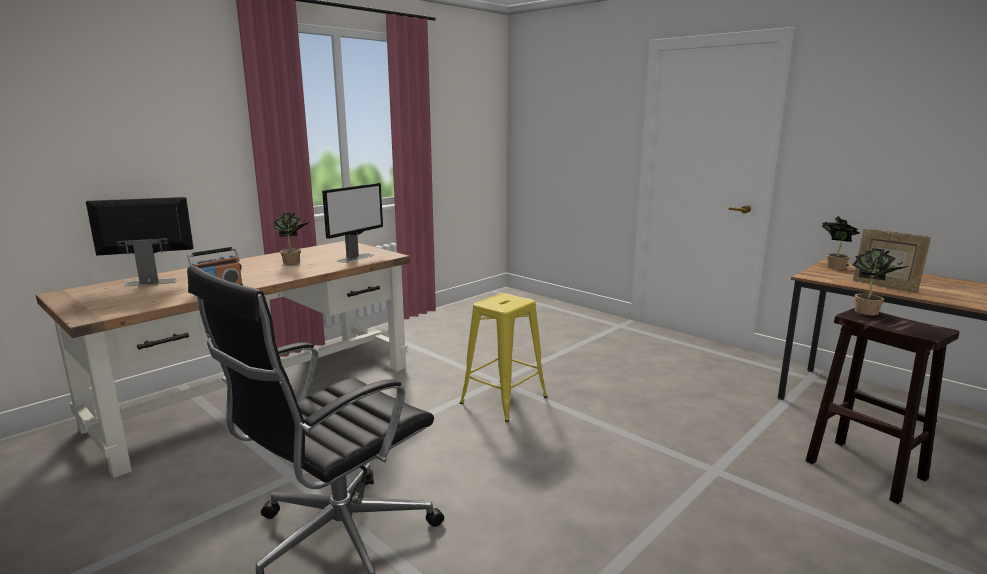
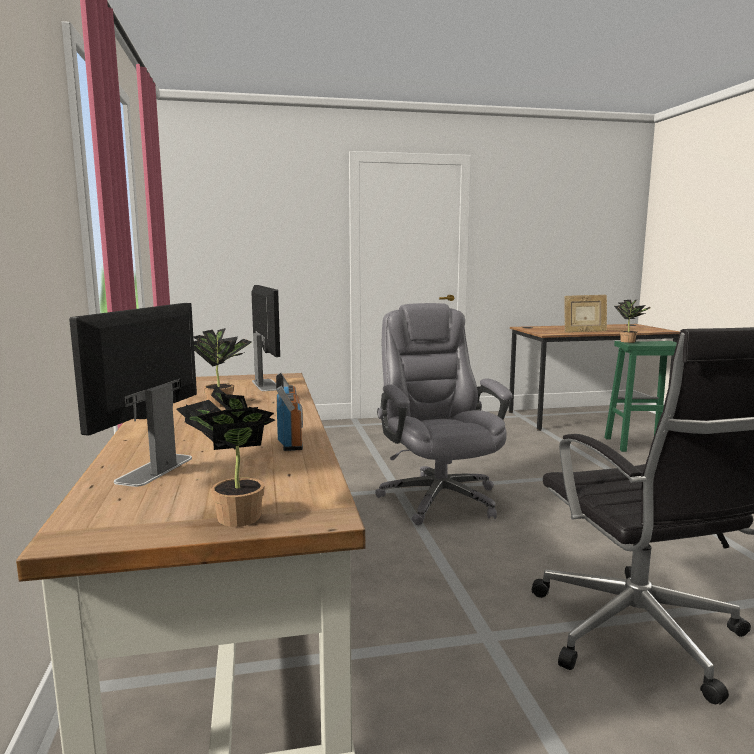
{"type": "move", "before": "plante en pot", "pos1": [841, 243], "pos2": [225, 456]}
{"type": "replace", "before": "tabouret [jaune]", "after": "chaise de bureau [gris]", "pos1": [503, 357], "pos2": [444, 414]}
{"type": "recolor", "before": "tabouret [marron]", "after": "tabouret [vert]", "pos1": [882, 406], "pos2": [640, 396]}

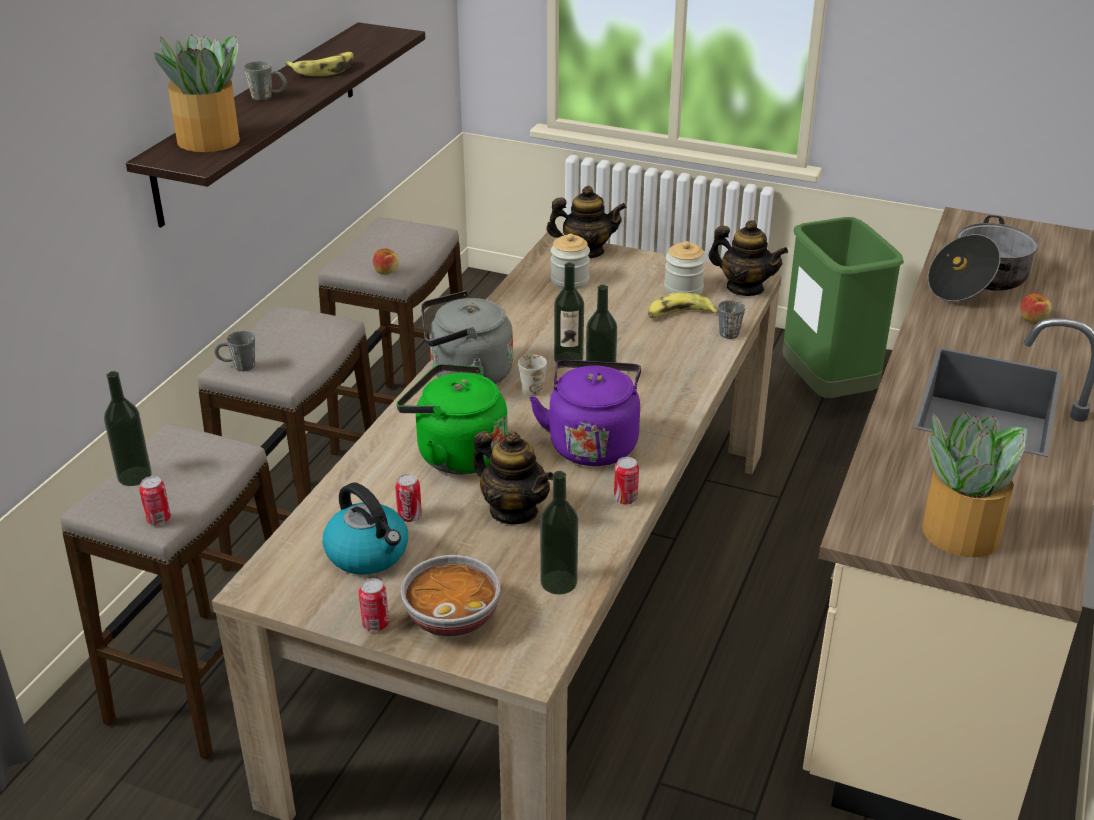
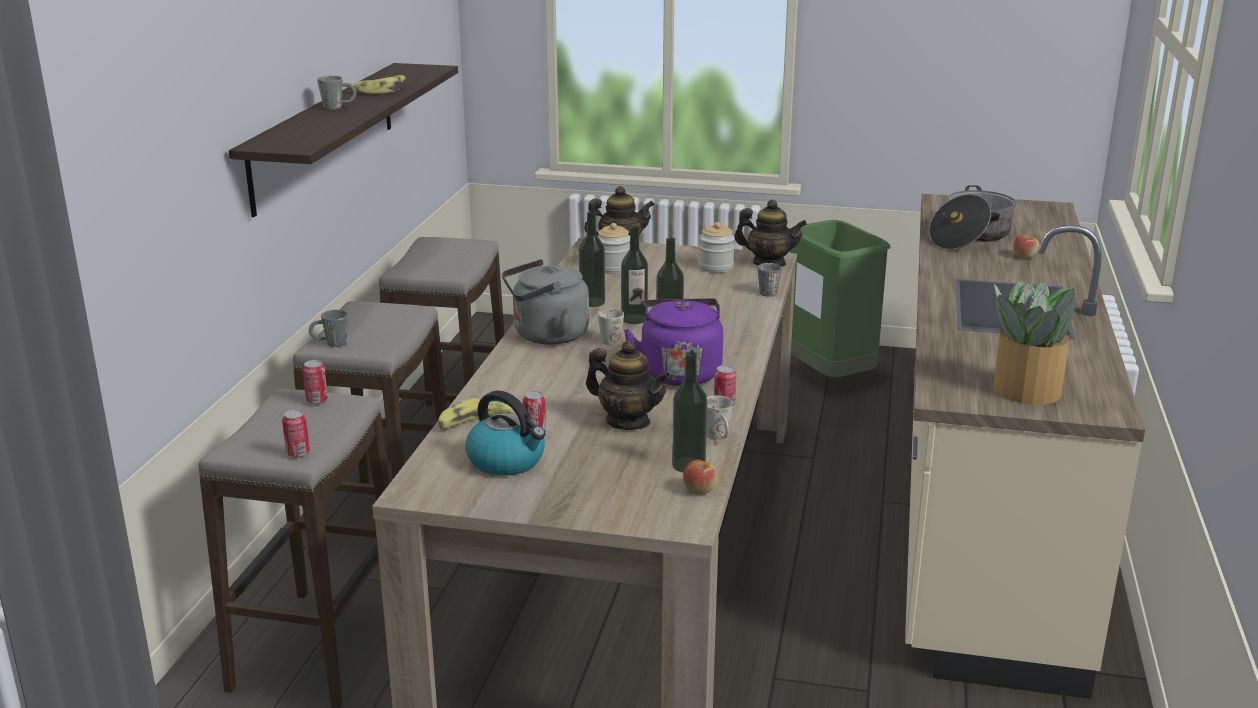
{"type": "delete", "before": "plante en pot", "pos1": [197, 93]}
{"type": "delete", "before": "bouilloire [vert]", "pos1": [452, 419]}
{"type": "delete", "before": "bol", "pos1": [451, 596]}
{"type": "insert", "after": "mug [blanc]", "pos2": [719, 417]}
{"type": "move", "before": "bouteille", "pos1": [128, 428], "pos2": [592, 259]}
{"type": "move", "before": "boîte métallique", "pos1": [374, 604], "pos2": [315, 382]}
{"type": "move", "before": "pomme", "pos1": [386, 262], "pos2": [700, 477]}
{"type": "move", "before": "banane", "pos1": [683, 305], "pos2": [477, 413]}

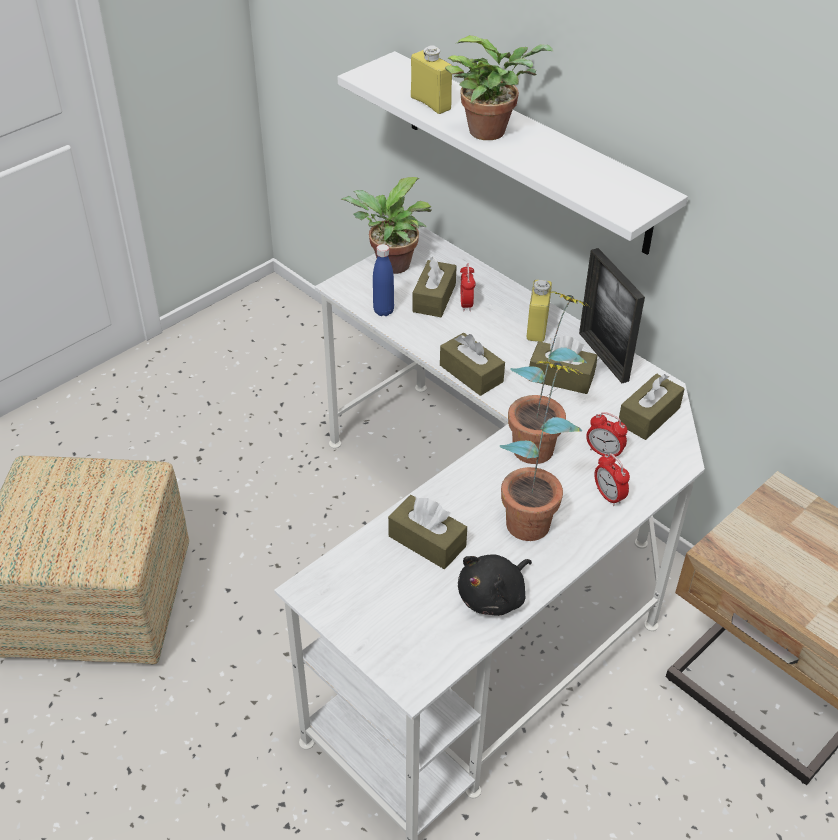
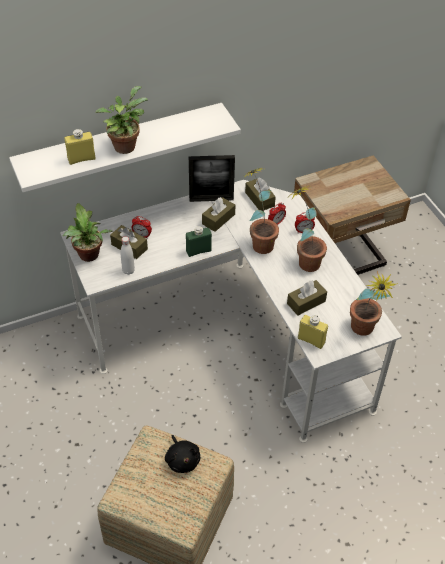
{"type": "insert", "after": "plante en pot", "pos2": [374, 303]}
{"type": "move", "before": "peluche [noir]", "pos1": [495, 585], "pos2": [182, 454]}
{"type": "move", "before": "bouteille [jaune]", "pos1": [539, 311], "pos2": [313, 332]}
{"type": "replace", "before": "boîte à mouchoirs [marron]", "after": "bouteille [vert]", "pos1": [472, 364], "pos2": [199, 241]}
{"type": "recolor", "before": "bouteille [bleu]", "after": "bouteille [blanc]", "pos1": [383, 280], "pos2": [128, 255]}

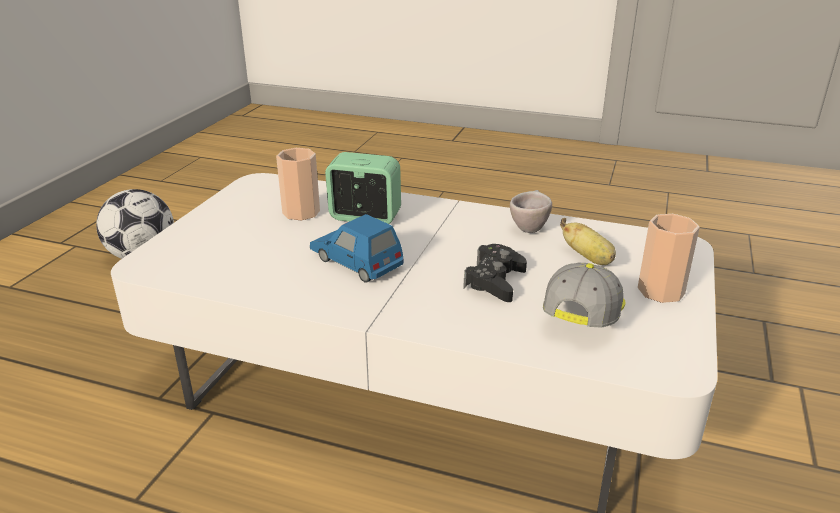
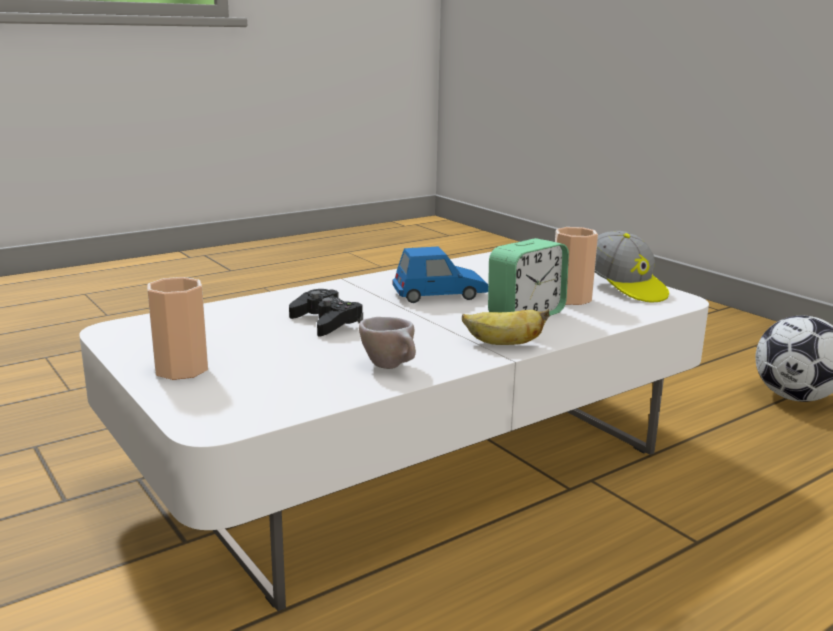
{"type": "move", "before": "casquette", "pos1": [584, 295], "pos2": [632, 267]}
{"type": "move", "before": "banane", "pos1": [588, 241], "pos2": [506, 327]}

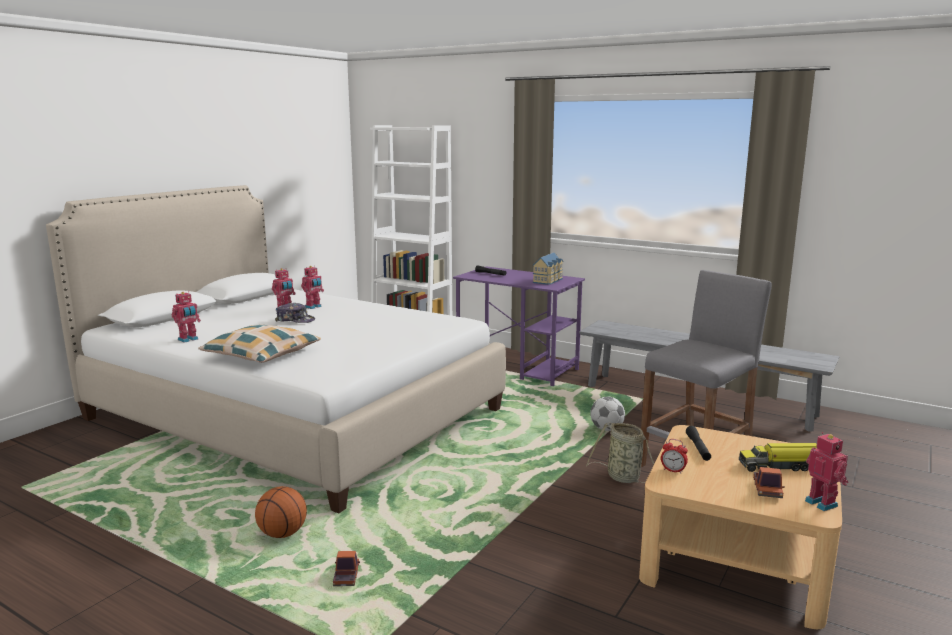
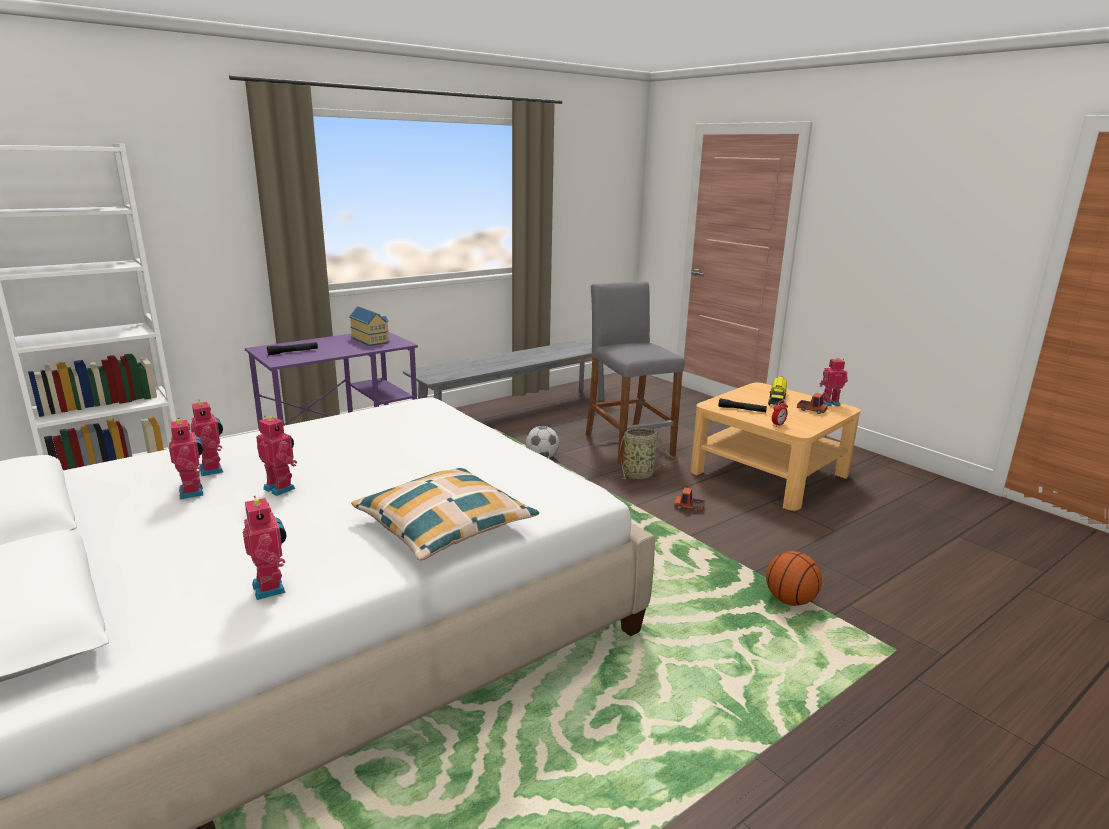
{"type": "move", "before": "ballon de basket", "pos1": [281, 512], "pos2": [794, 578]}
{"type": "move", "before": "camion jouet", "pos1": [346, 568], "pos2": [689, 499]}
{"type": "replace", "before": "casquette", "after": "robot jouet", "pos1": [295, 313], "pos2": [276, 456]}

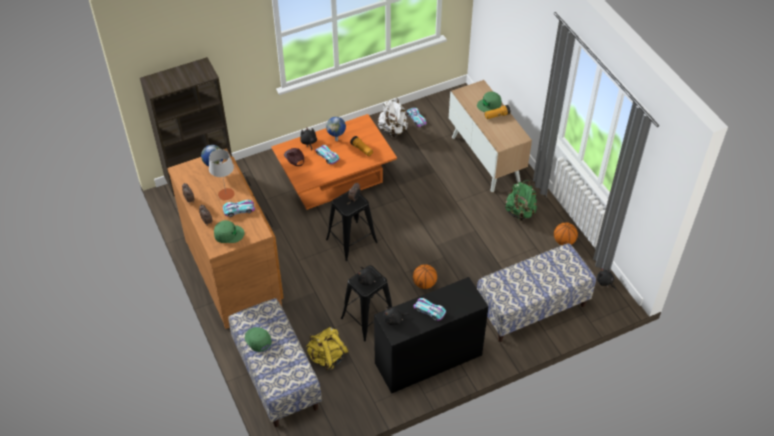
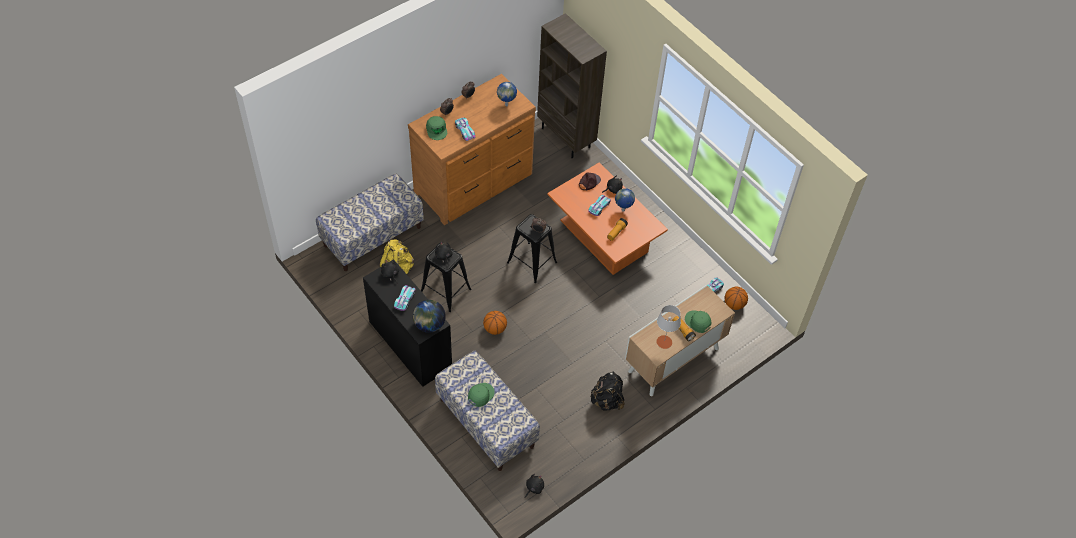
{"type": "delete", "before": "sac à dos [blanc]", "pos1": [393, 118]}
{"type": "insert", "after": "globe", "pos2": [429, 316]}
{"type": "move", "before": "lampe de table [gris]", "pos1": [222, 175], "pos2": [668, 327]}
{"type": "move", "before": "casquette [vert]", "pos1": [258, 339], "pos2": [481, 395]}
{"type": "move", "before": "ballon de basket", "pos1": [566, 233], "pos2": [736, 298]}
{"type": "recolor", "before": "sac à dos [vert]", "after": "sac à dos [noir]", "pos1": [521, 200], "pos2": [607, 391]}

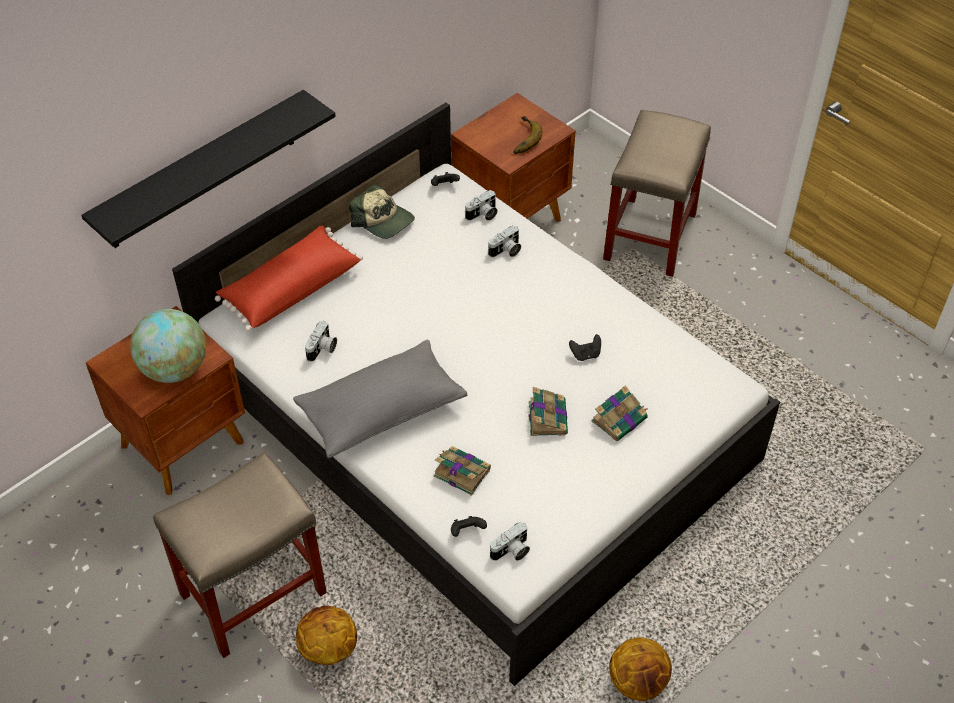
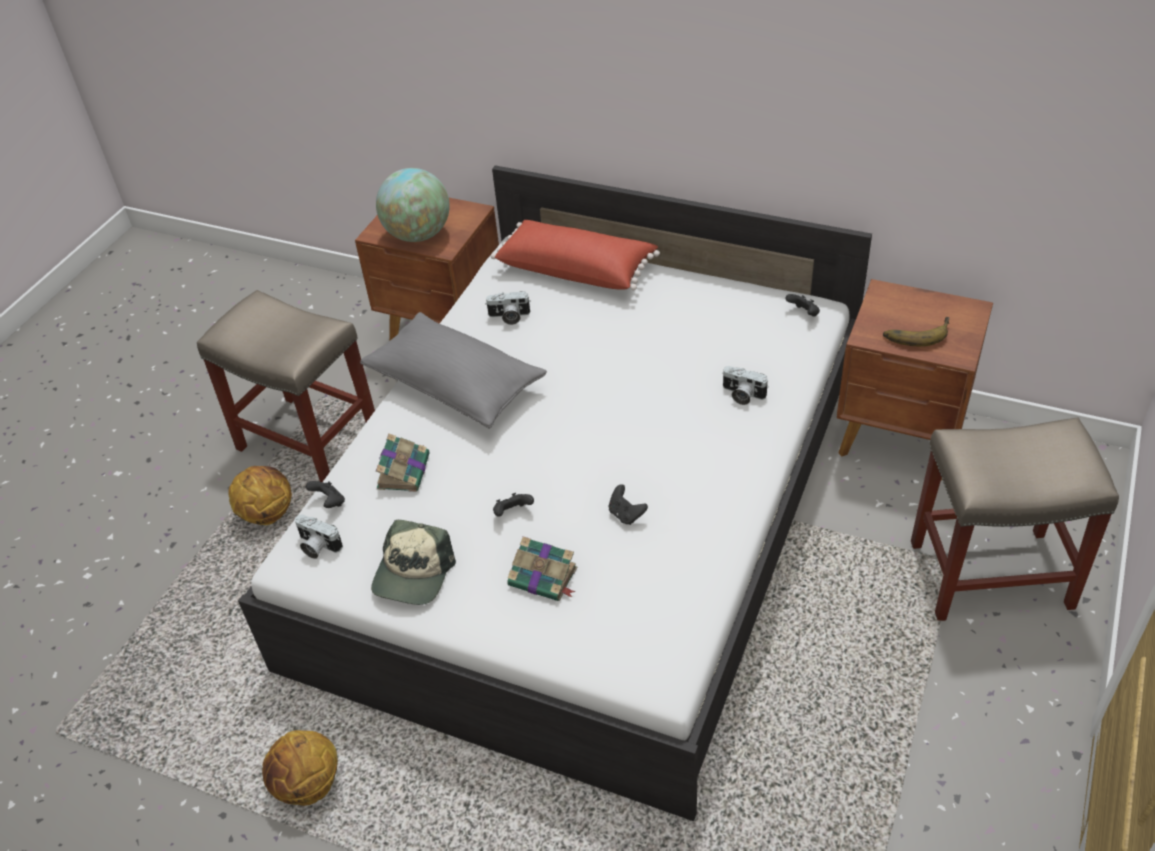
{"type": "delete", "before": "étagère [noir]", "pos1": [208, 169]}
{"type": "delete", "before": "appareil photo", "pos1": [481, 205]}
{"type": "move", "before": "casquette", "pos1": [382, 211], "pos2": [413, 562]}
{"type": "replace", "before": "livre", "after": "manette [noir]", "pos1": [548, 411], "pos2": [513, 505]}

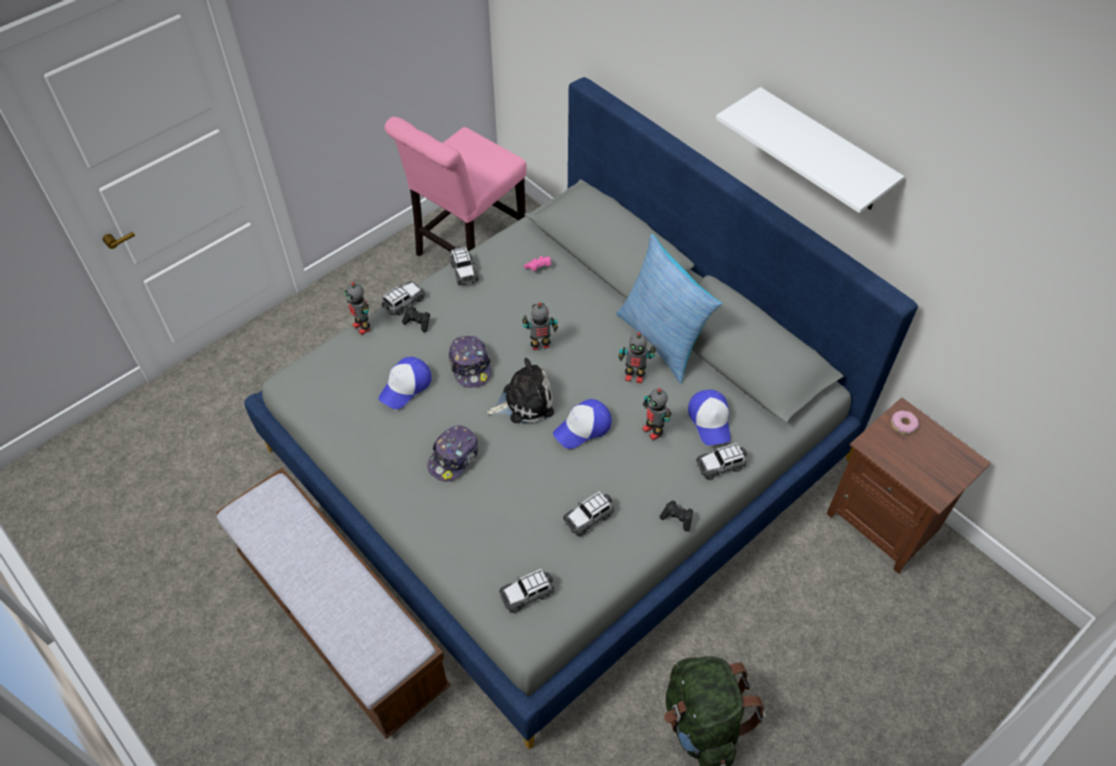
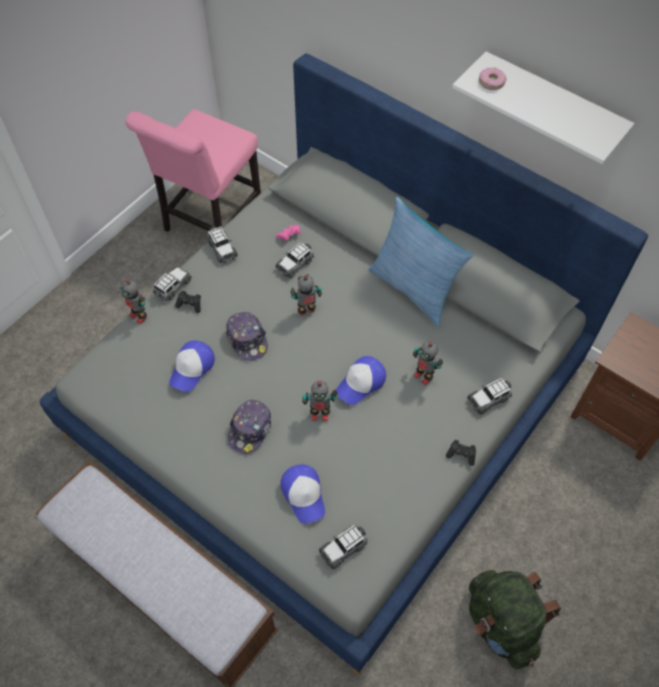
{"type": "delete", "before": "peluche", "pos1": [520, 390]}
{"type": "move", "before": "petite voiture", "pos1": [588, 513], "pos2": [295, 260]}
{"type": "move", "before": "robot jouet", "pos1": [637, 357], "pos2": [320, 401]}
{"type": "move", "before": "casquette", "pos1": [709, 418], "pos2": [302, 494]}
{"type": "move", "before": "beignet", "pos1": [905, 422], "pos2": [493, 79]}

